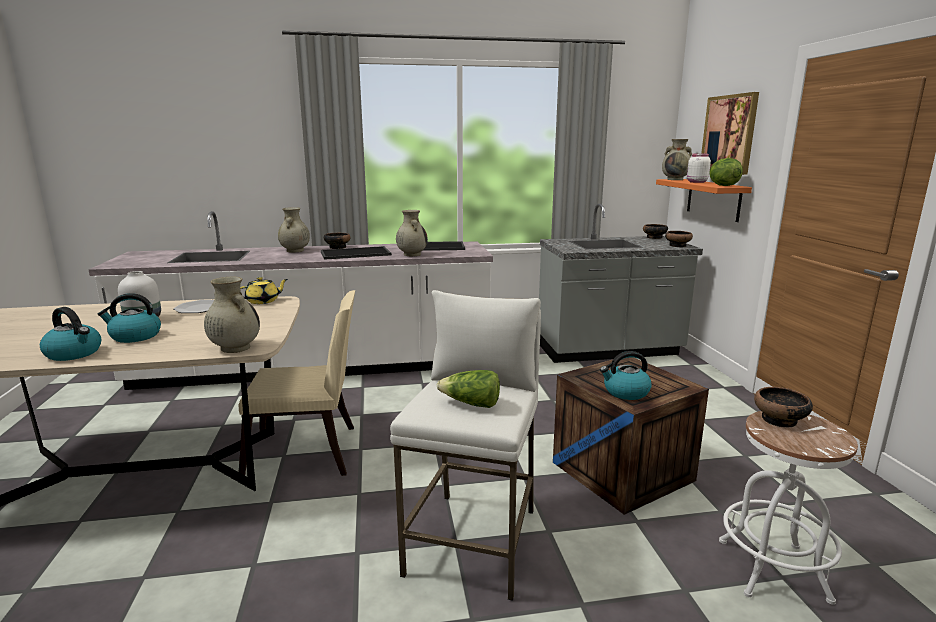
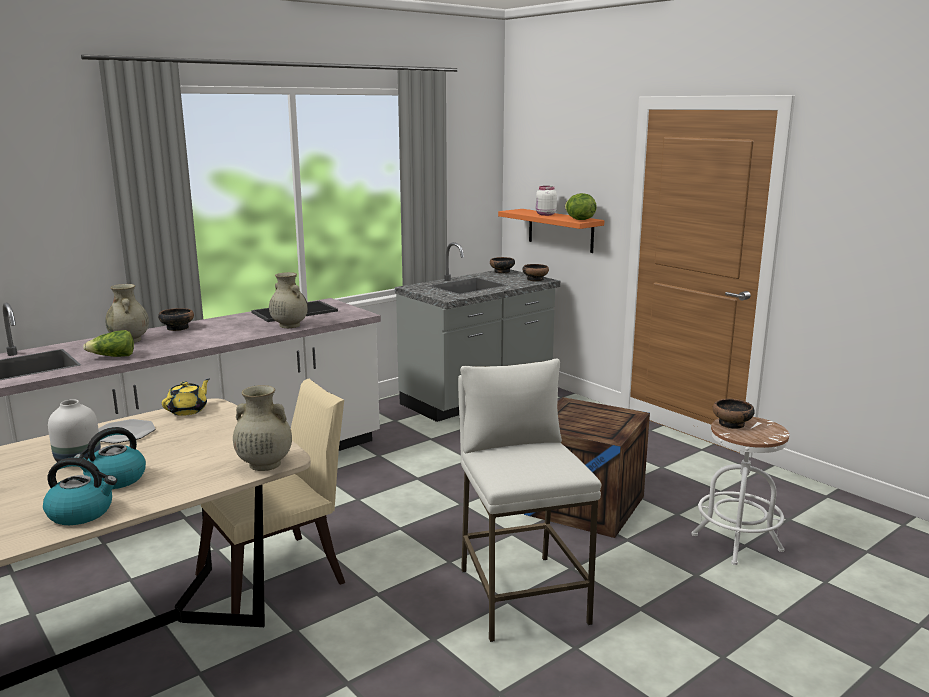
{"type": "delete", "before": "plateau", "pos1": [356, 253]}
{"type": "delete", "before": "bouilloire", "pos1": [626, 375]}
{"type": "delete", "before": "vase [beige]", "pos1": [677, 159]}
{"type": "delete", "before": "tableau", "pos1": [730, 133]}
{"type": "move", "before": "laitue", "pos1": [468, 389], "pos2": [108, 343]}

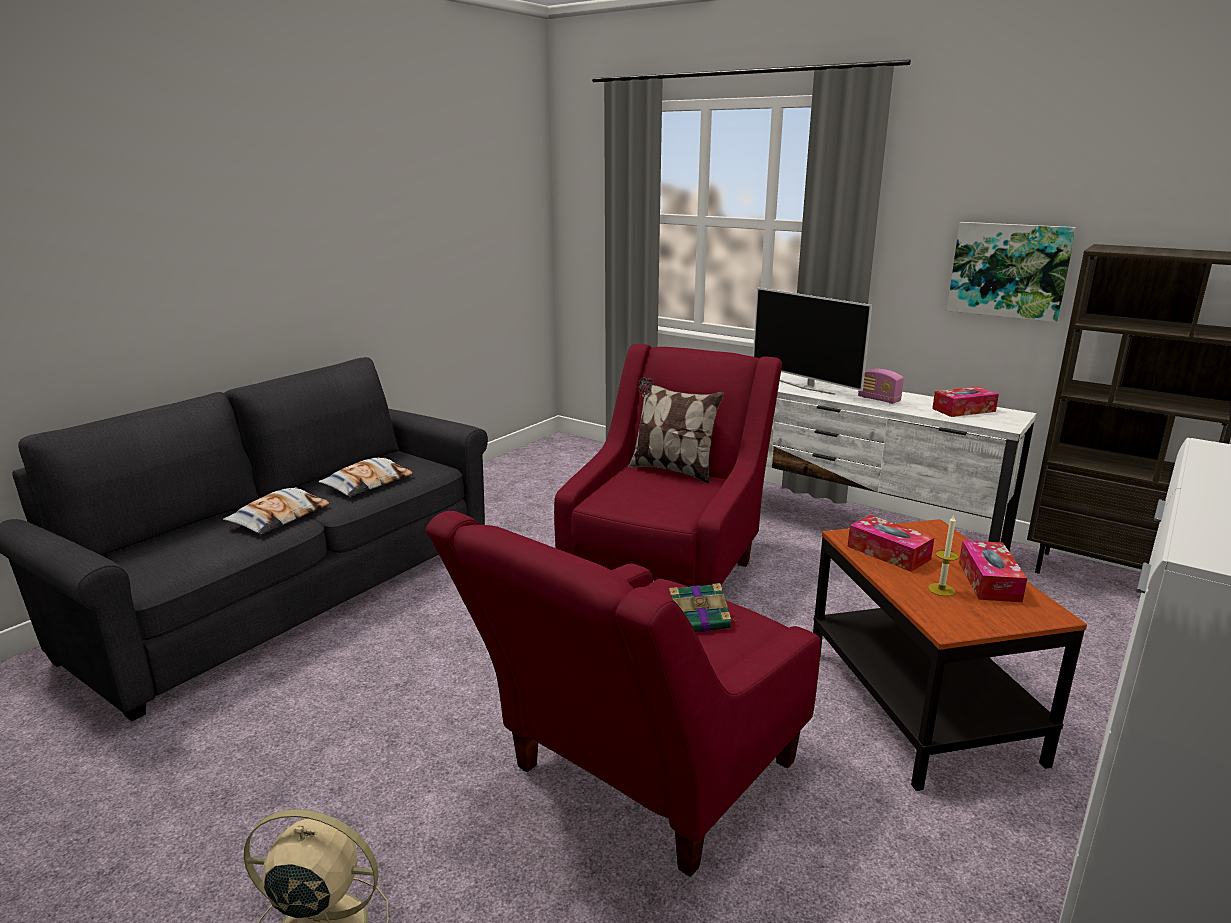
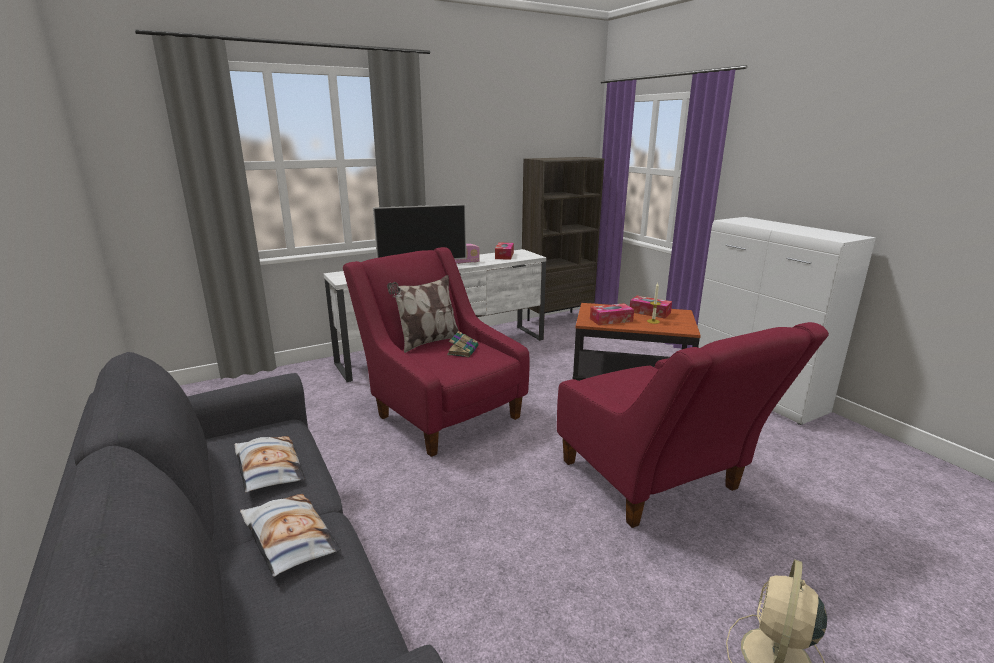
{"type": "delete", "before": "tableau", "pos1": [1011, 272]}
{"type": "move", "before": "livre", "pos1": [704, 607], "pos2": [462, 344]}

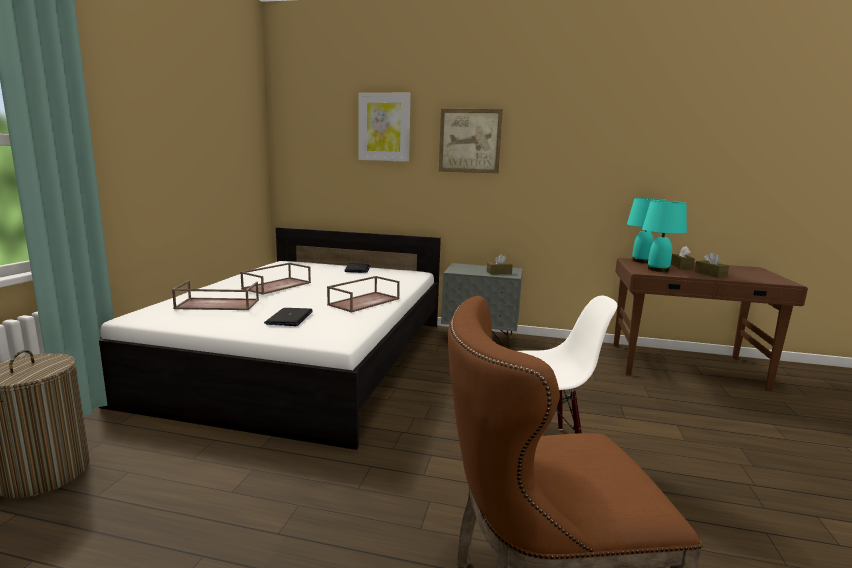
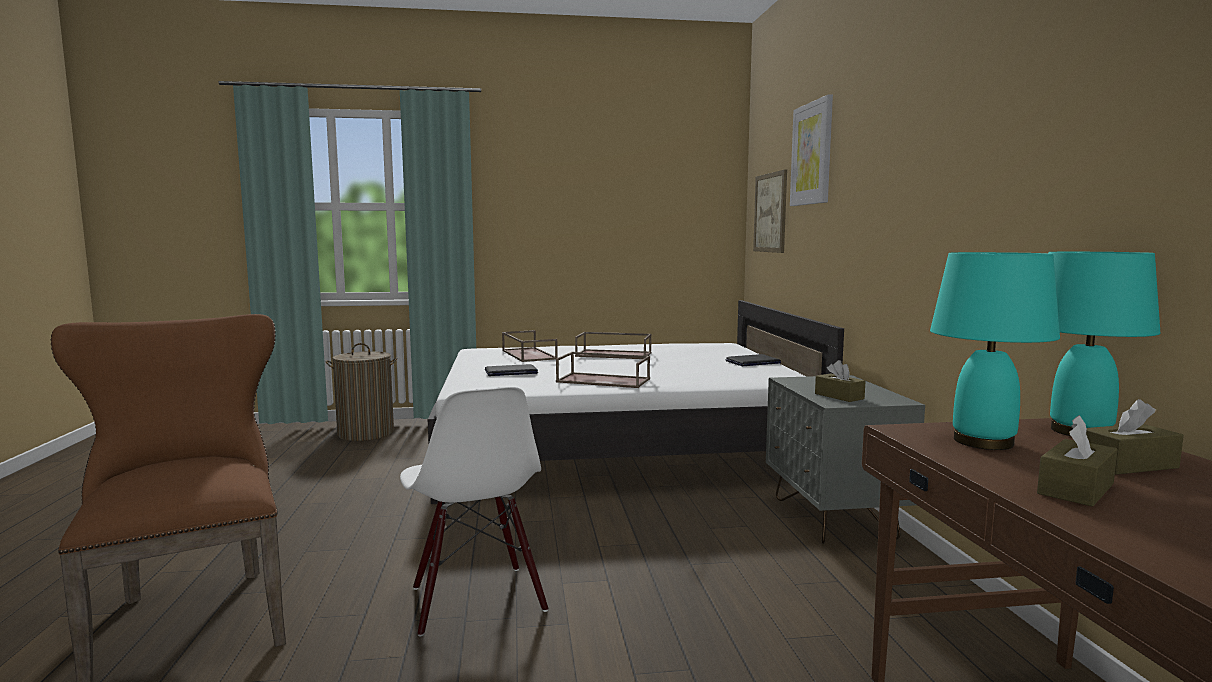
{"type": "move", "before": "tableau", "pos1": [471, 141], "pos2": [770, 211]}

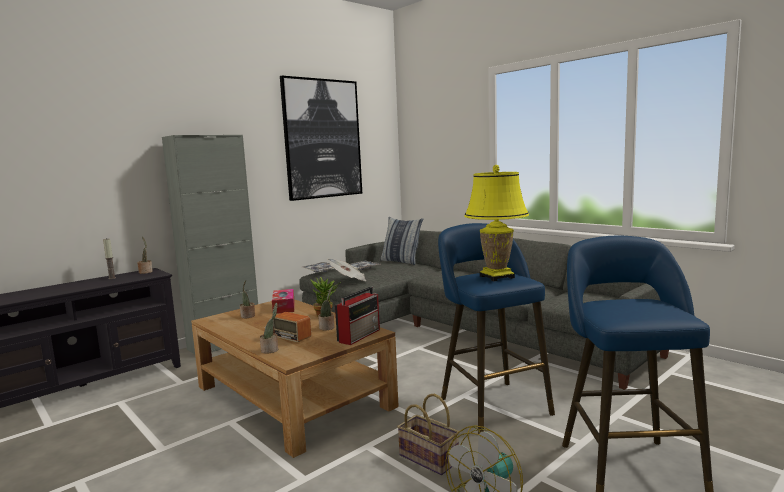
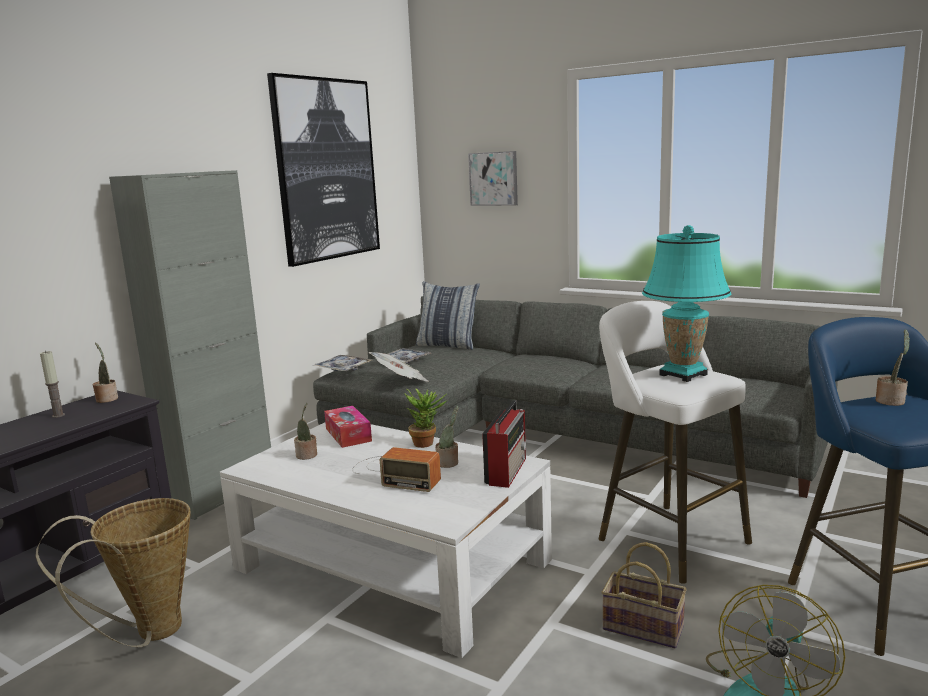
{"type": "insert", "after": "panier", "pos2": [113, 572]}
{"type": "insert", "after": "tableau", "pos2": [493, 178]}
{"type": "move", "before": "plante en pot", "pos1": [269, 328], "pos2": [893, 367]}
{"type": "recolor", "before": "table basse [marron]", "after": "table basse [blanc]", "pos1": [295, 378], "pos2": [386, 540]}
{"type": "recolor", "before": "tabouret [bleu]", "after": "tabouret [blanc]", "pos1": [496, 328], "pos2": [675, 442]}
{"type": "recolor", "before": "lampe de table [jaune]", "after": "lampe de table [turquoise]", "pos1": [496, 223], "pos2": [686, 303]}

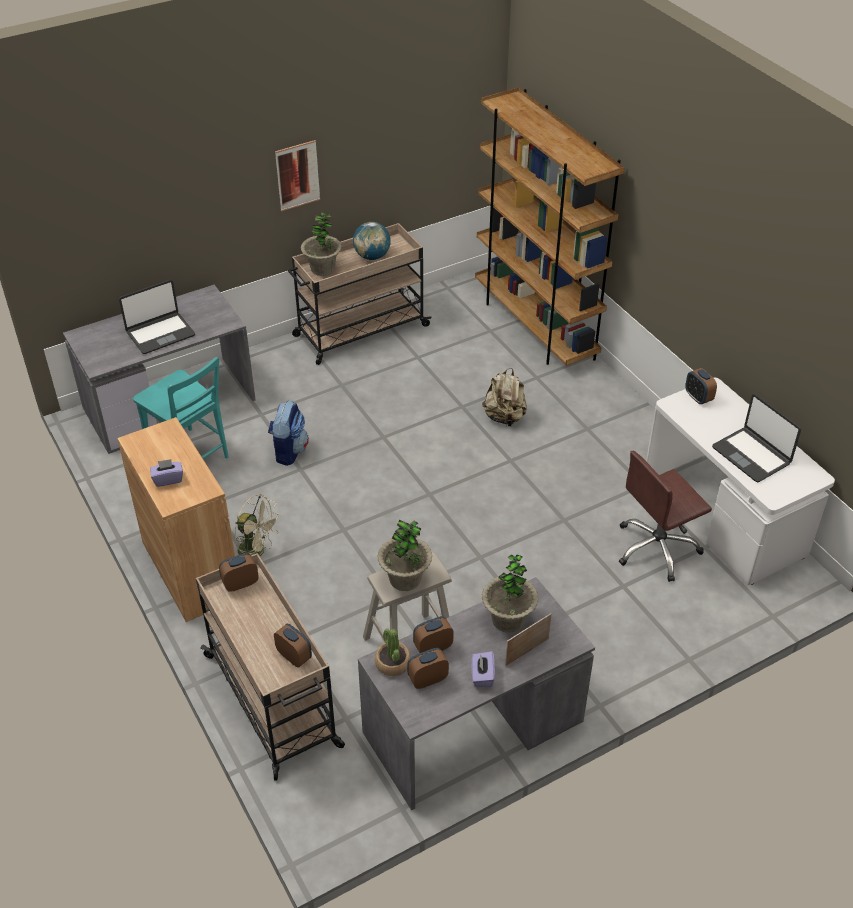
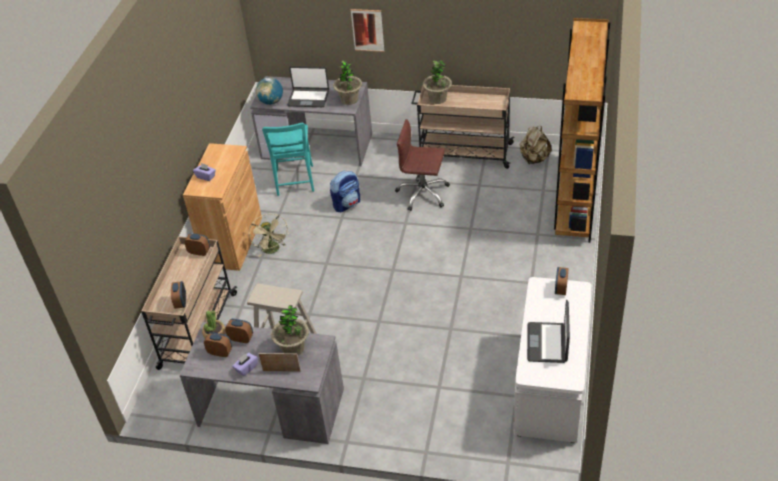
{"type": "move", "before": "tableau", "pos1": [297, 175], "pos2": [368, 30]}
{"type": "move", "before": "globe", "pos1": [372, 241], "pos2": [269, 91]}
{"type": "move", "before": "plante en pot", "pos1": [405, 555], "pos2": [347, 82]}
{"type": "move", "before": "sac à dos [beige]", "pos1": [504, 397], "pos2": [535, 145]}
{"type": "move", "before": "chaise de bureau [marron]", "pos1": [665, 516], "pos2": [422, 165]}

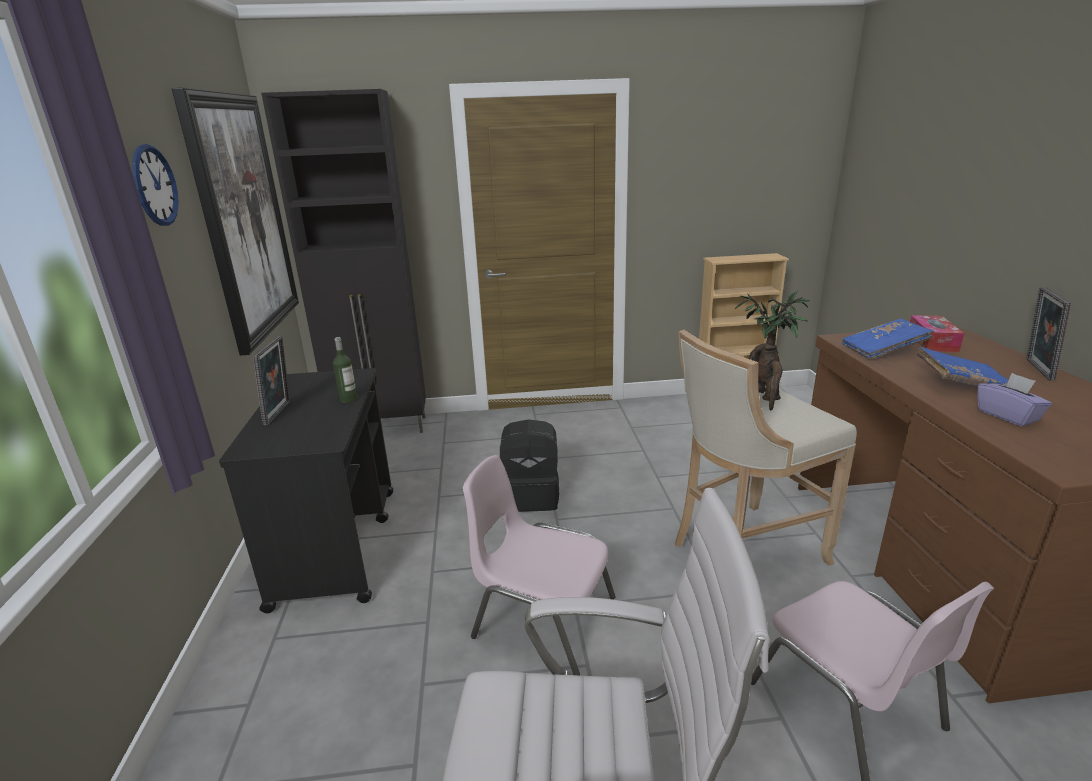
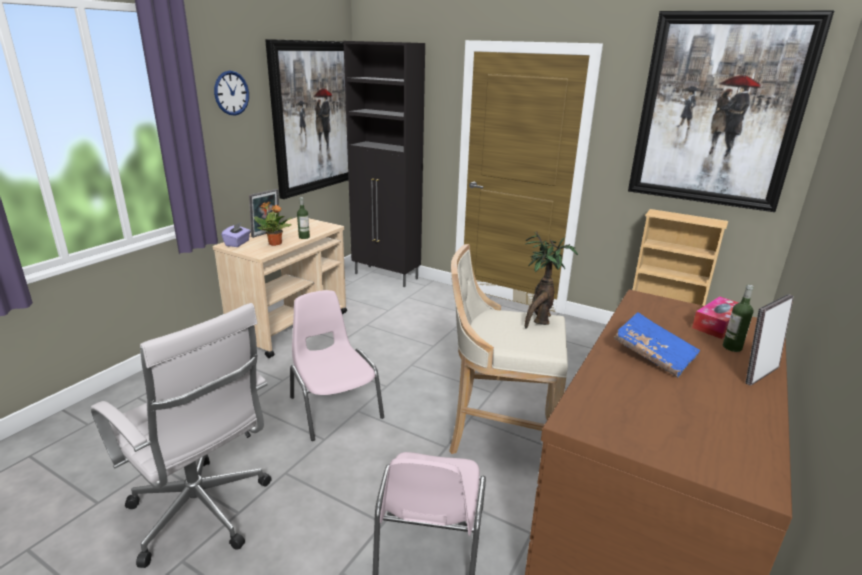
{"type": "delete", "before": "sac à dos [noir]", "pos1": [529, 465]}
{"type": "delete", "before": "livre [bleu]", "pos1": [888, 339]}
{"type": "insert", "after": "plante en pot", "pos2": [273, 224]}
{"type": "insert", "after": "tableau", "pos2": [731, 111]}
{"type": "insert", "after": "bouteille", "pos2": [738, 318]}
{"type": "move", "before": "boîte à mouchoirs [violet]", "pos1": [1015, 400], "pos2": [236, 234]}
{"type": "recolor", "before": "chariot [noir]", "after": "chariot [beige]", "pos1": [306, 490], "pos2": [280, 287]}

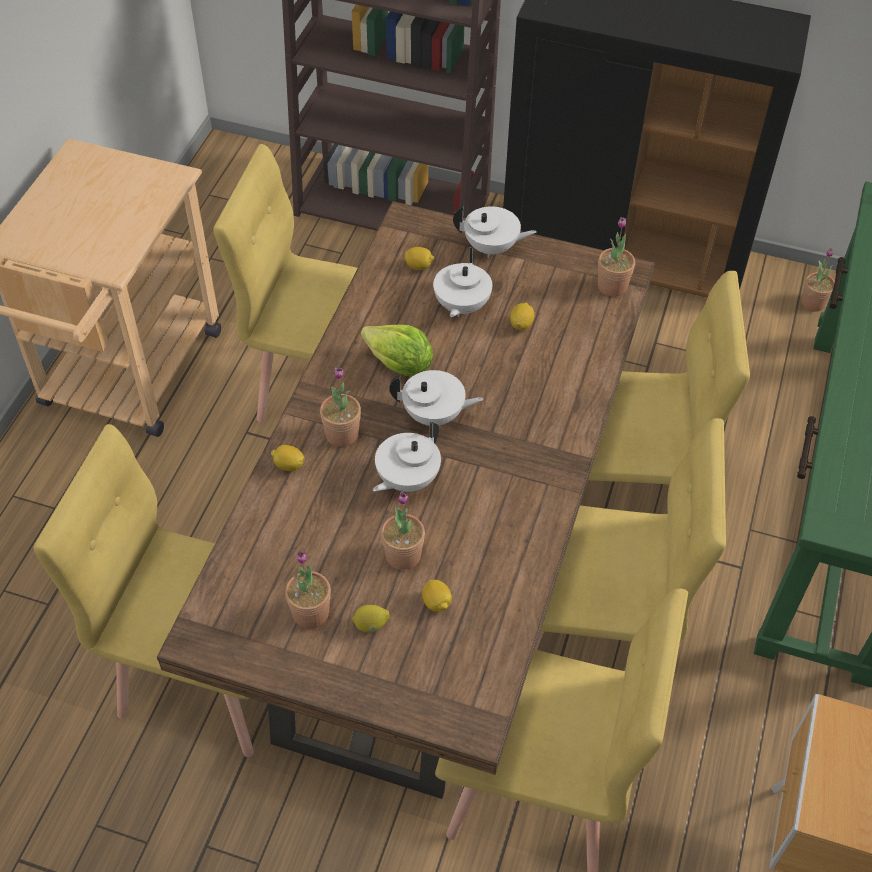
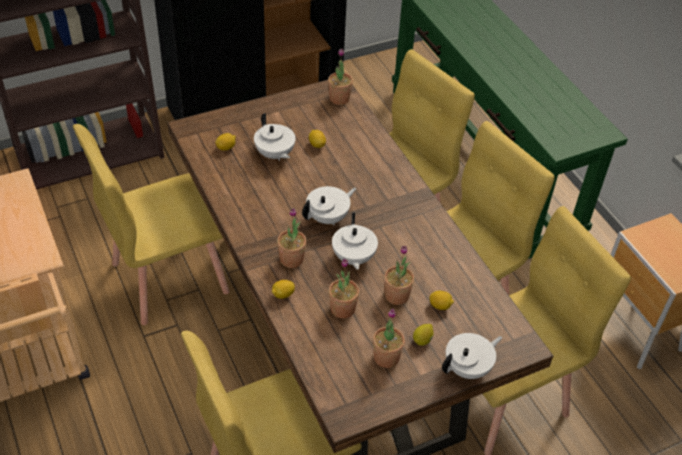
{"type": "delete", "before": "laitue", "pos1": [397, 350]}
{"type": "move", "before": "théière [blanc]", "pos1": [495, 231], "pos2": [472, 356]}
{"type": "move", "before": "plante en pot", "pos1": [818, 280], "pos2": [344, 288]}

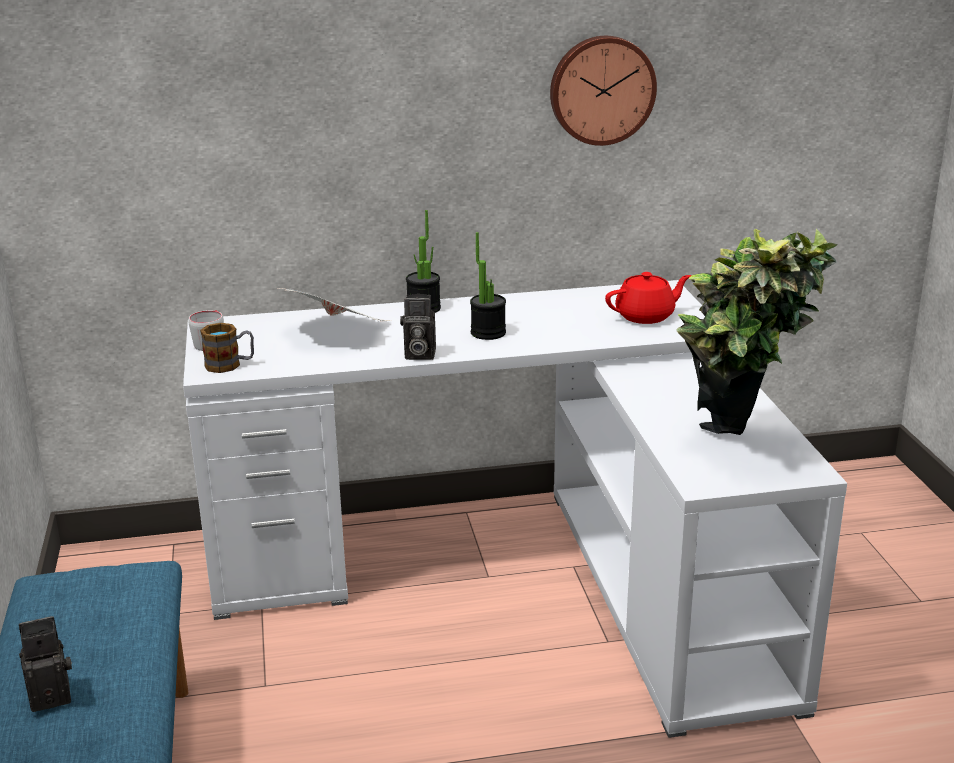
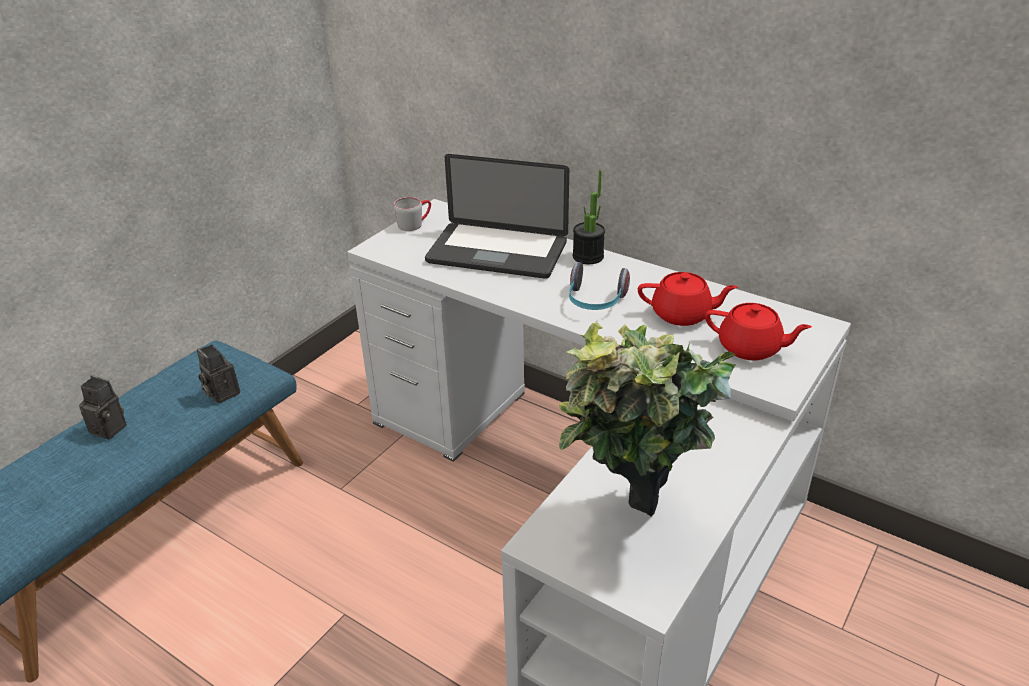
{"type": "delete", "before": "mug", "pos1": [227, 348]}
{"type": "delete", "before": "horloge murale", "pos1": [603, 91]}
{"type": "insert", "after": "théière [rouge]", "pos2": [688, 299]}
{"type": "move", "before": "appareil photo", "pos1": [418, 327], "pos2": [218, 374]}
{"type": "replace", "before": "journal", "after": "ordinateur portable", "pos1": [334, 305], "pos2": [497, 216]}
{"type": "replace", "before": "plante en pot", "after": "casque audio", "pos1": [488, 286], "pos2": [599, 286]}

